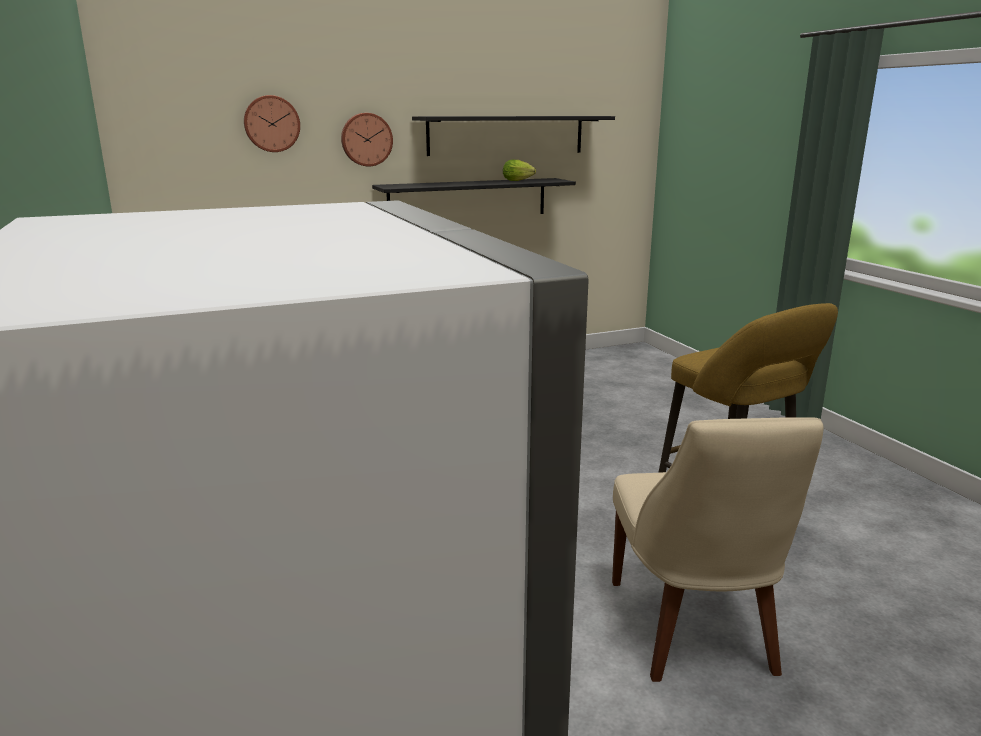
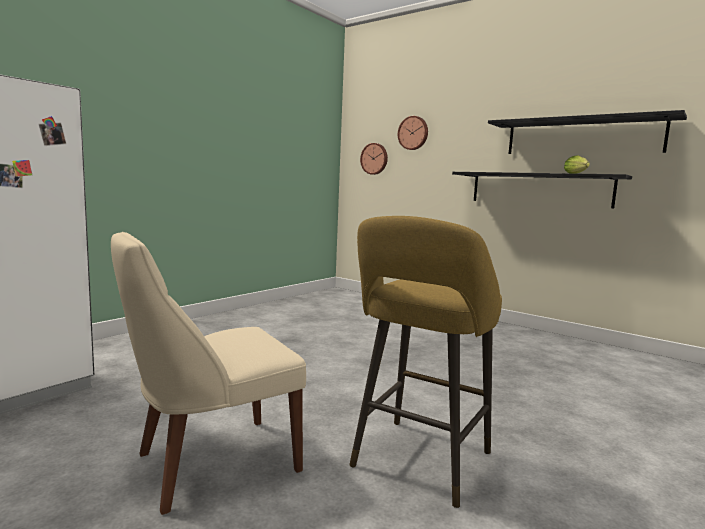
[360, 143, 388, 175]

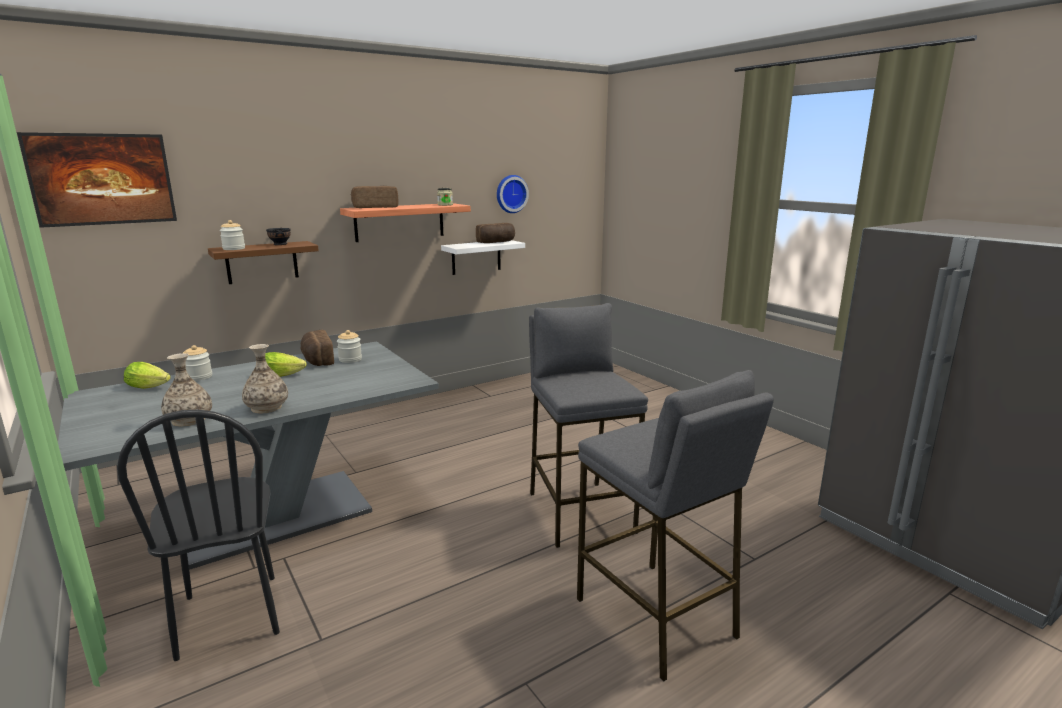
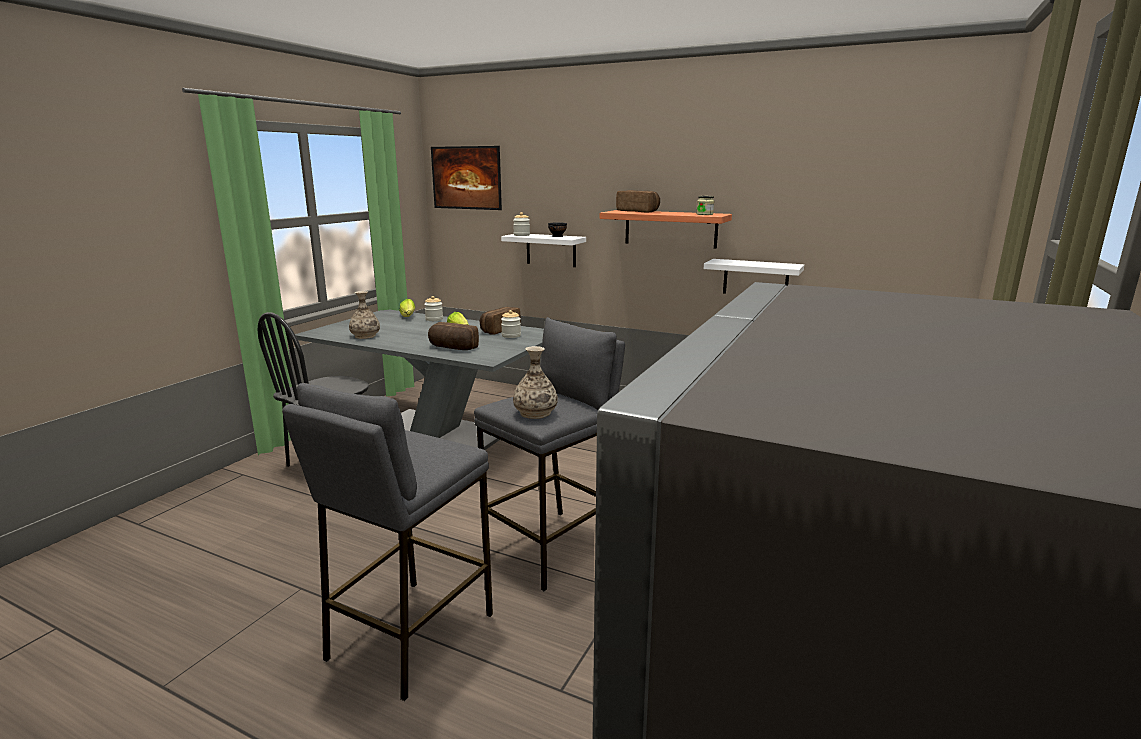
[497, 175, 529, 213] (first image)
[428, 322, 479, 350]
[501, 234, 586, 267]
[513, 346, 558, 419]

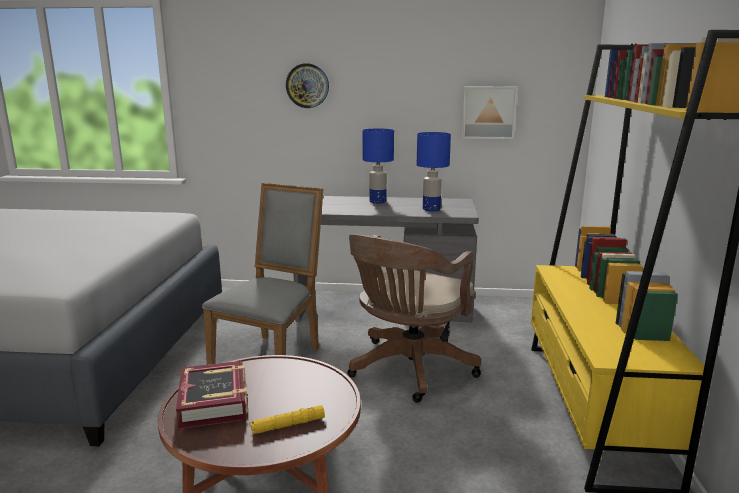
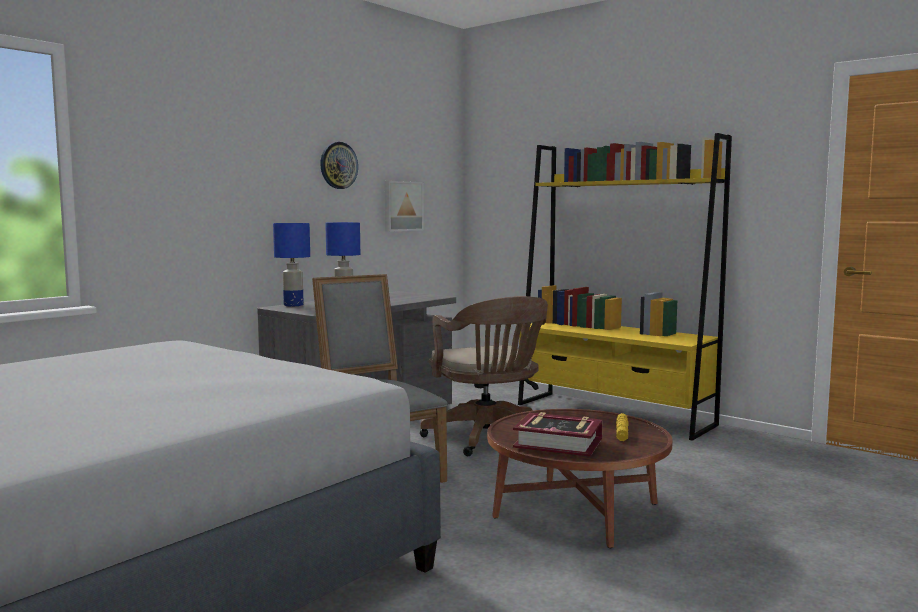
[320, 142, 358, 189]
[273, 223, 310, 307]

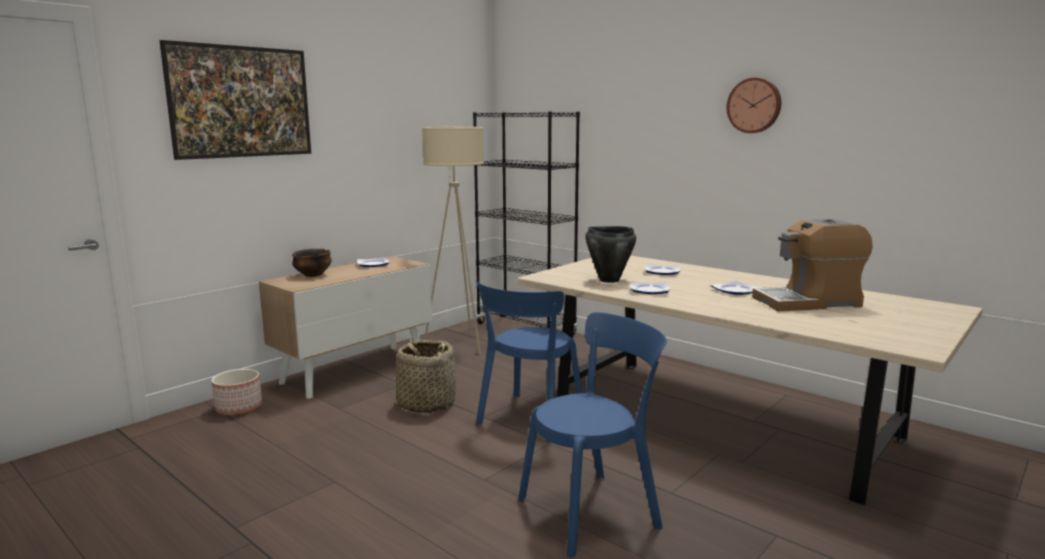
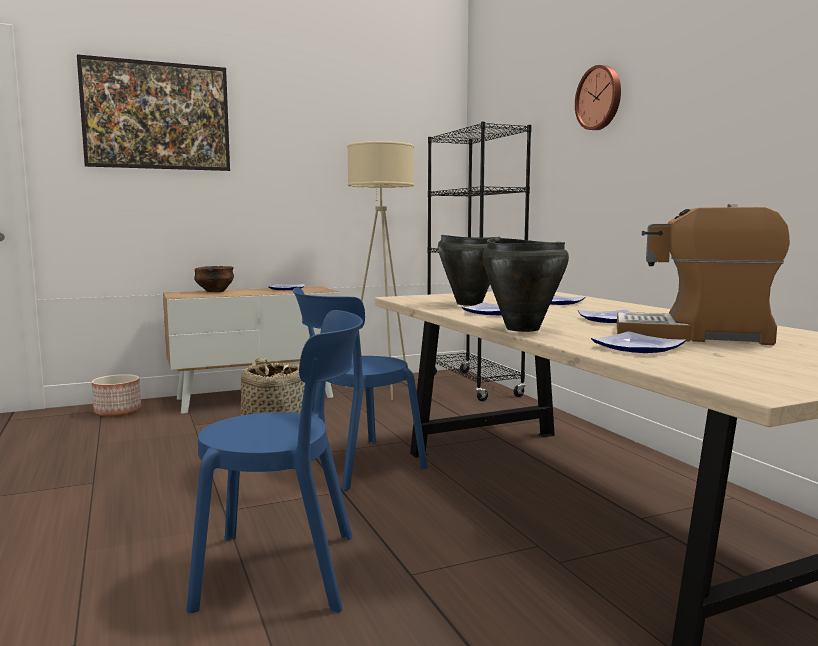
[575, 65, 621, 130]
[482, 238, 569, 332]
[591, 331, 686, 353]

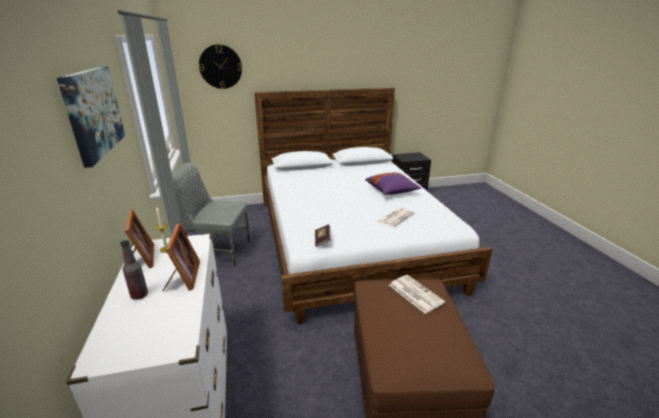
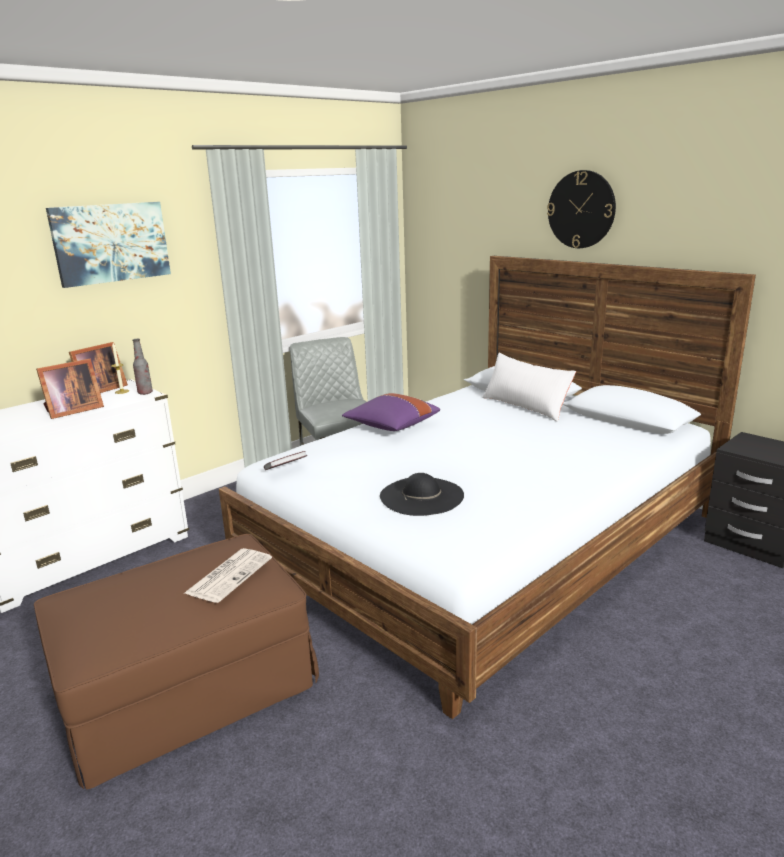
[547, 170, 616, 248]
[342, 393, 440, 431]
[380, 473, 464, 516]
[132, 339, 153, 395]
[482, 353, 576, 422]

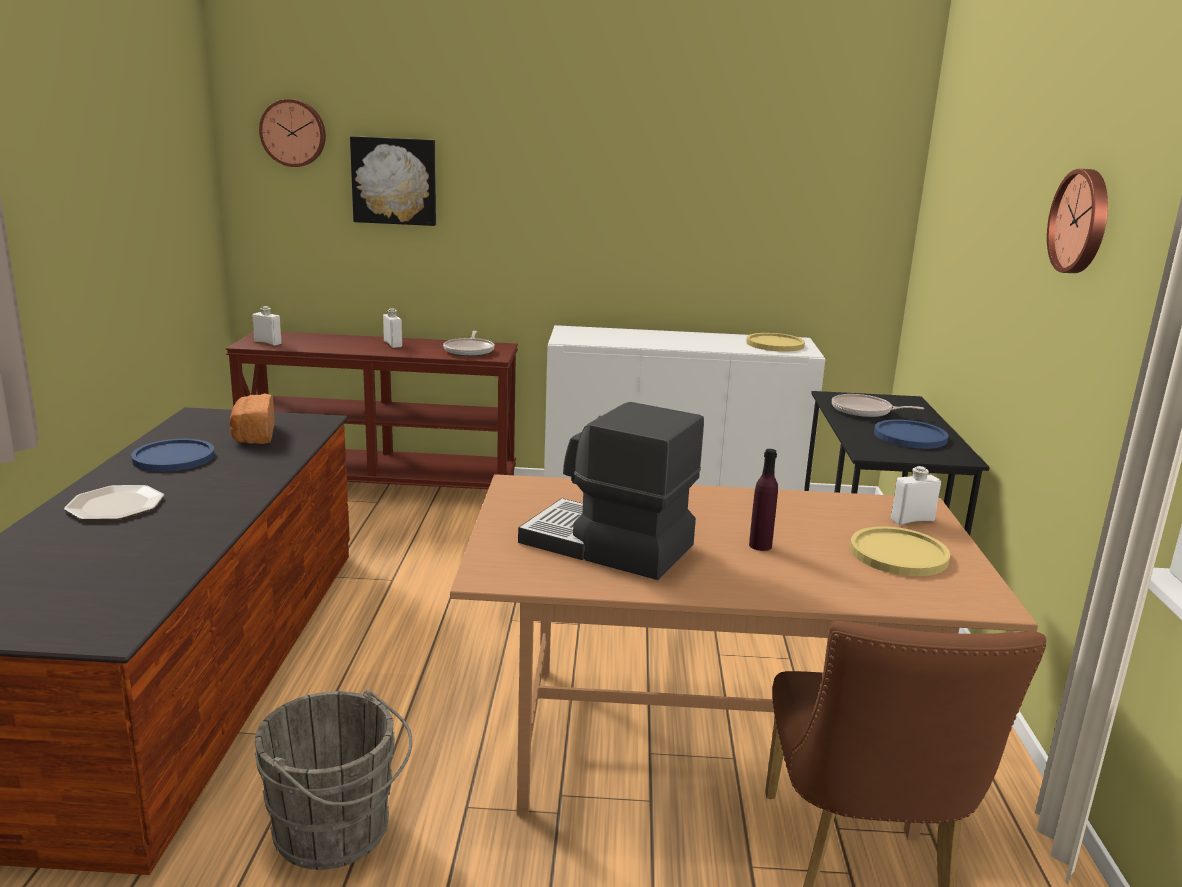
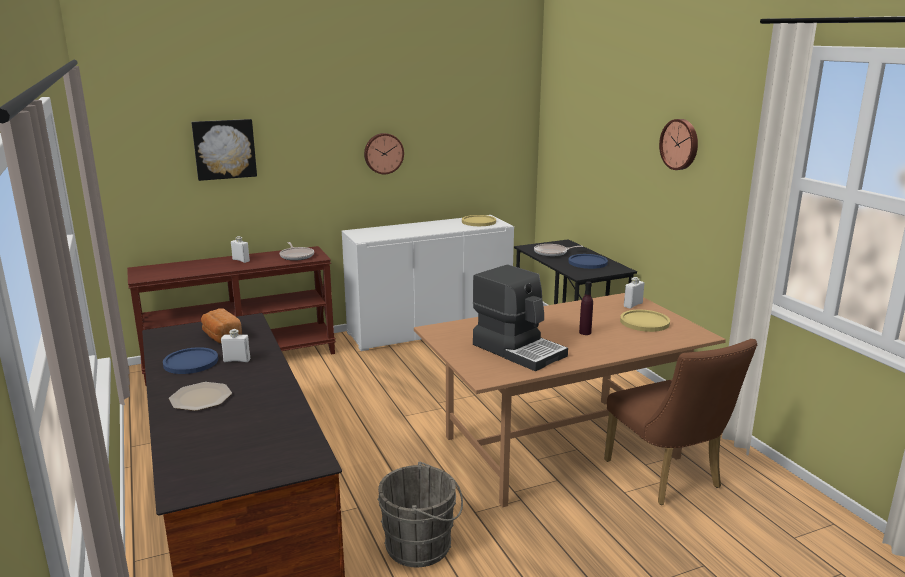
[364, 133, 404, 174]
[221, 329, 250, 362]
[473, 265, 568, 371]

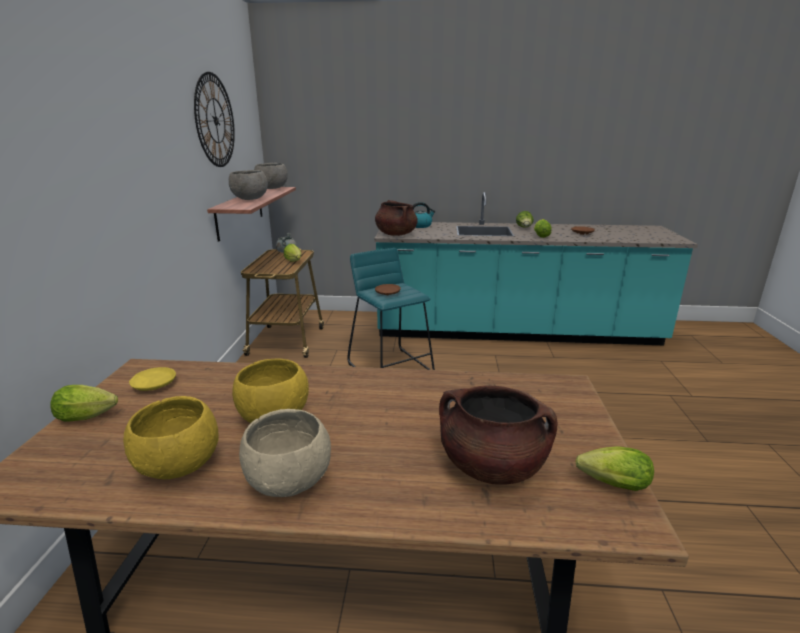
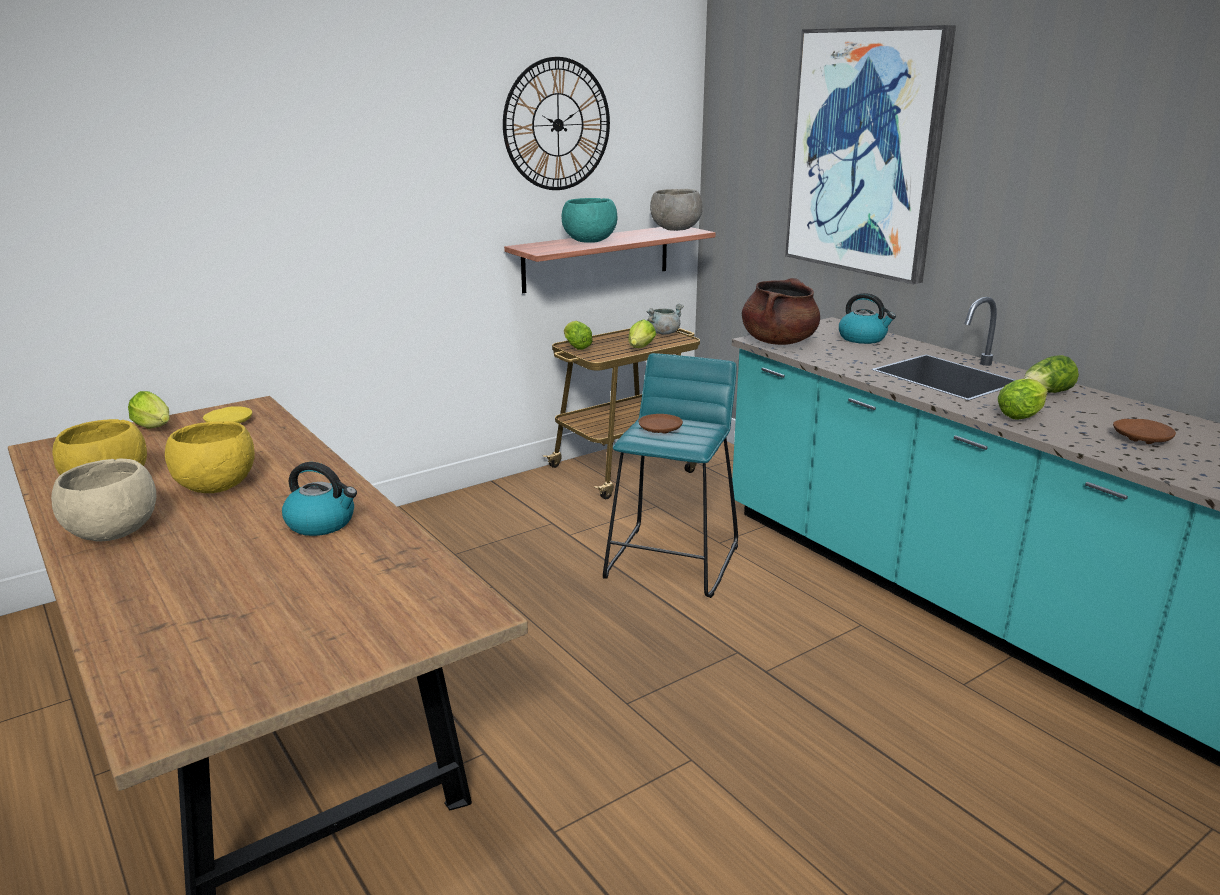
[562, 198, 617, 242]
[439, 386, 558, 485] (first image)
[564, 321, 593, 350]
[785, 25, 956, 284]
[282, 462, 357, 536]

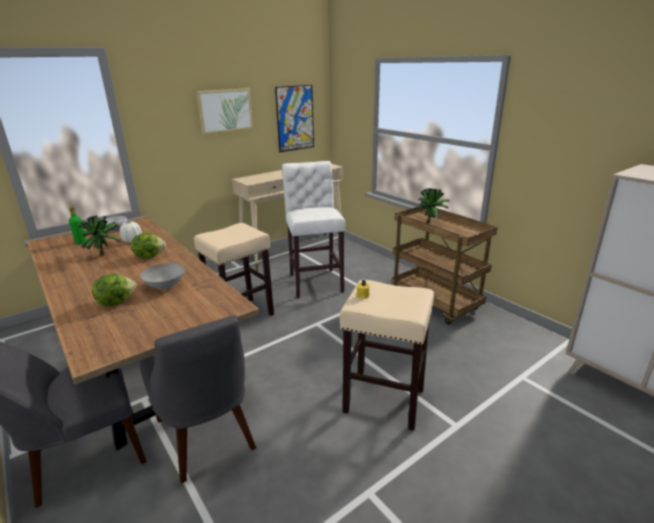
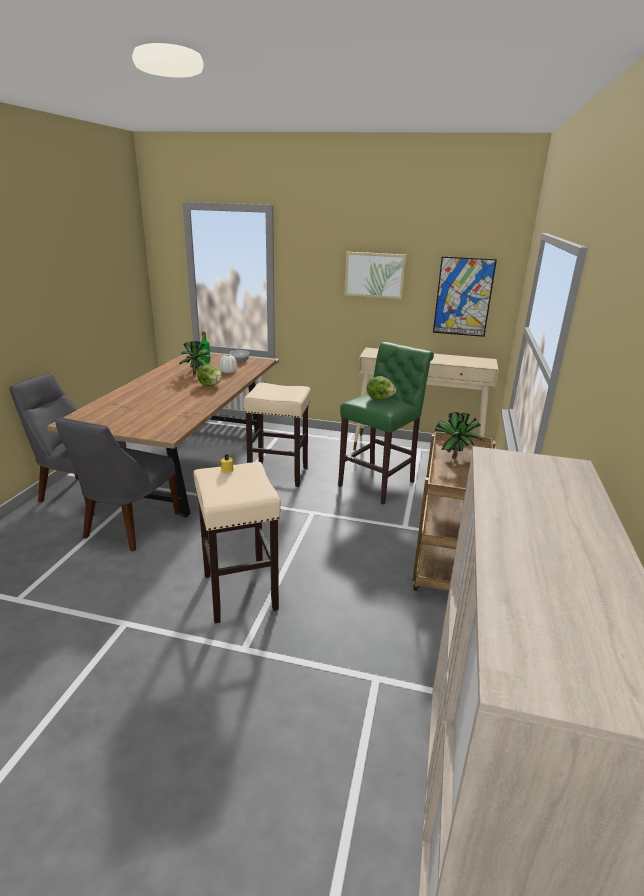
[338, 342, 434, 505]
[140, 263, 185, 289] (first image)
[367, 376, 396, 400]

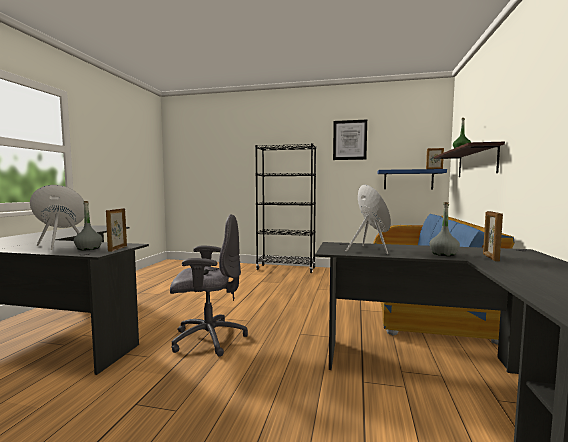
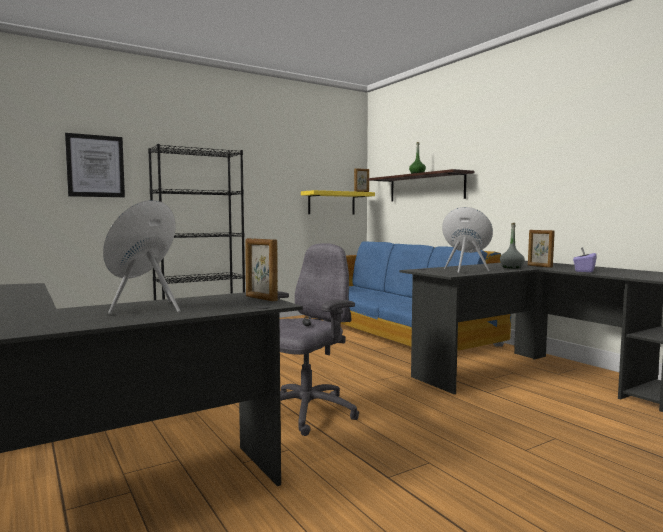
[65, 133, 125, 197]
[301, 190, 375, 214]
[74, 201, 103, 250] (first image)
[573, 247, 597, 272]

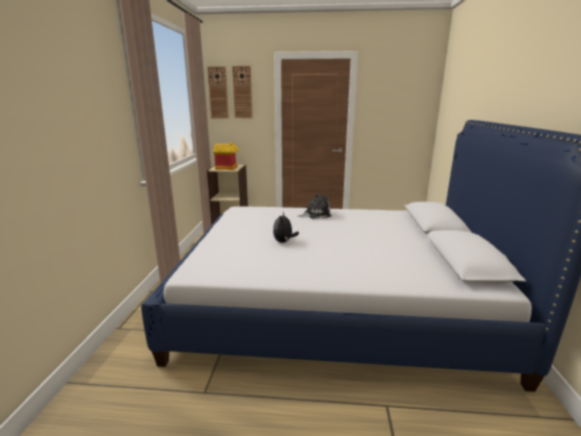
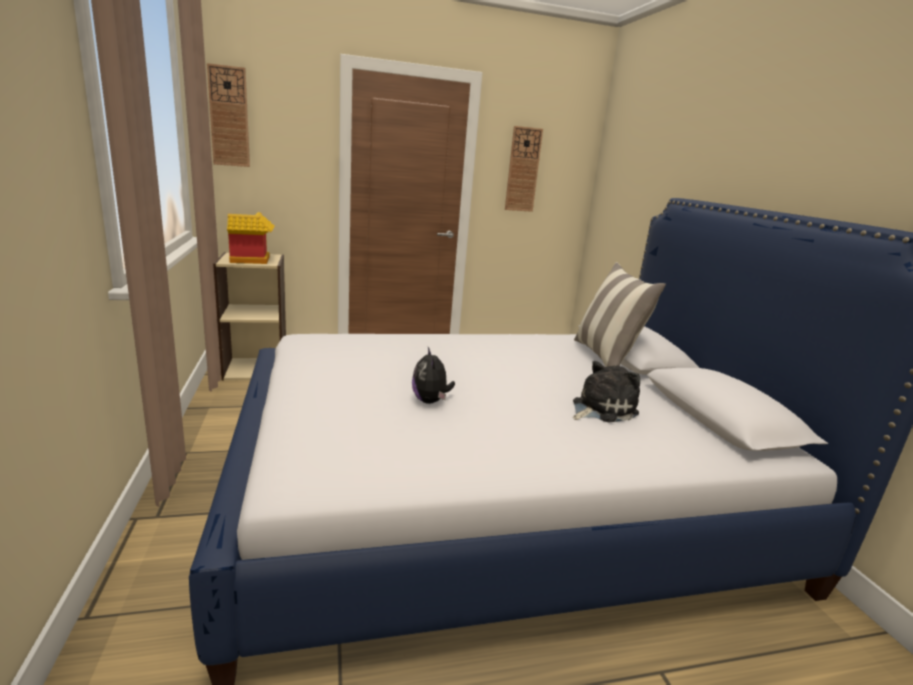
[505, 126, 543, 212]
[573, 361, 640, 422]
[574, 262, 666, 367]

